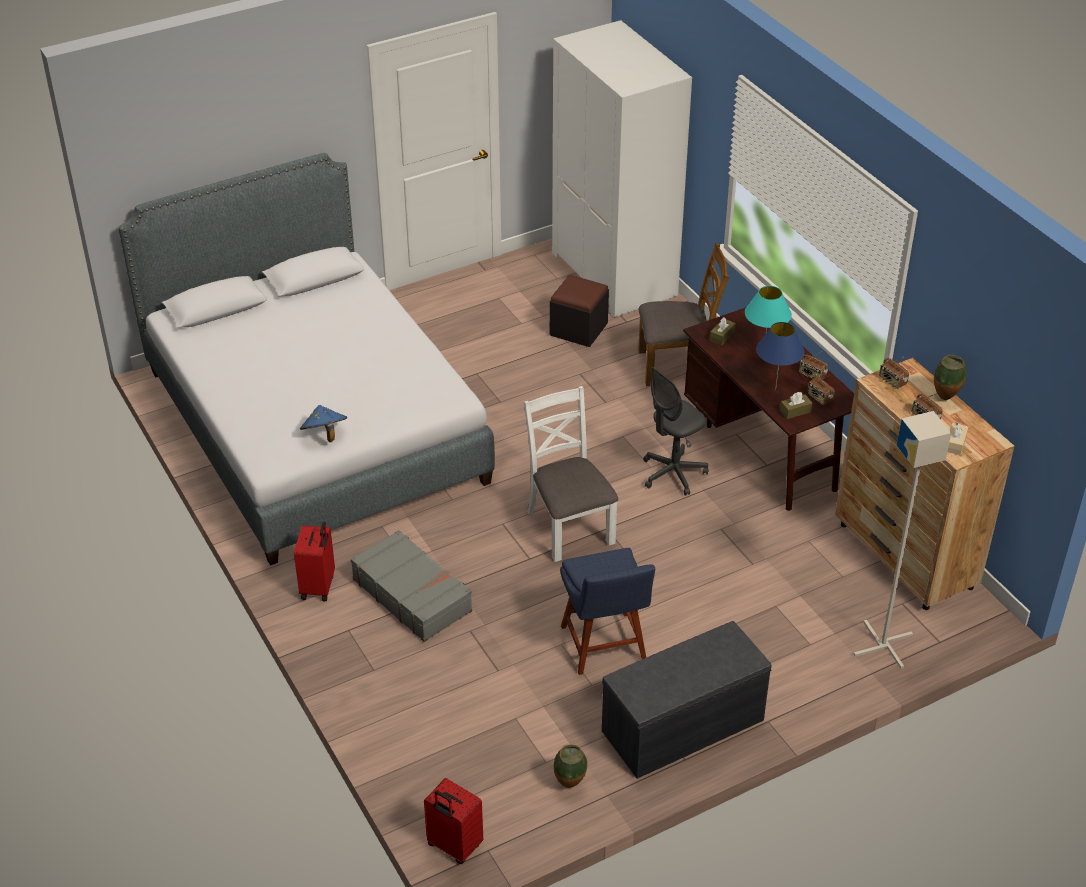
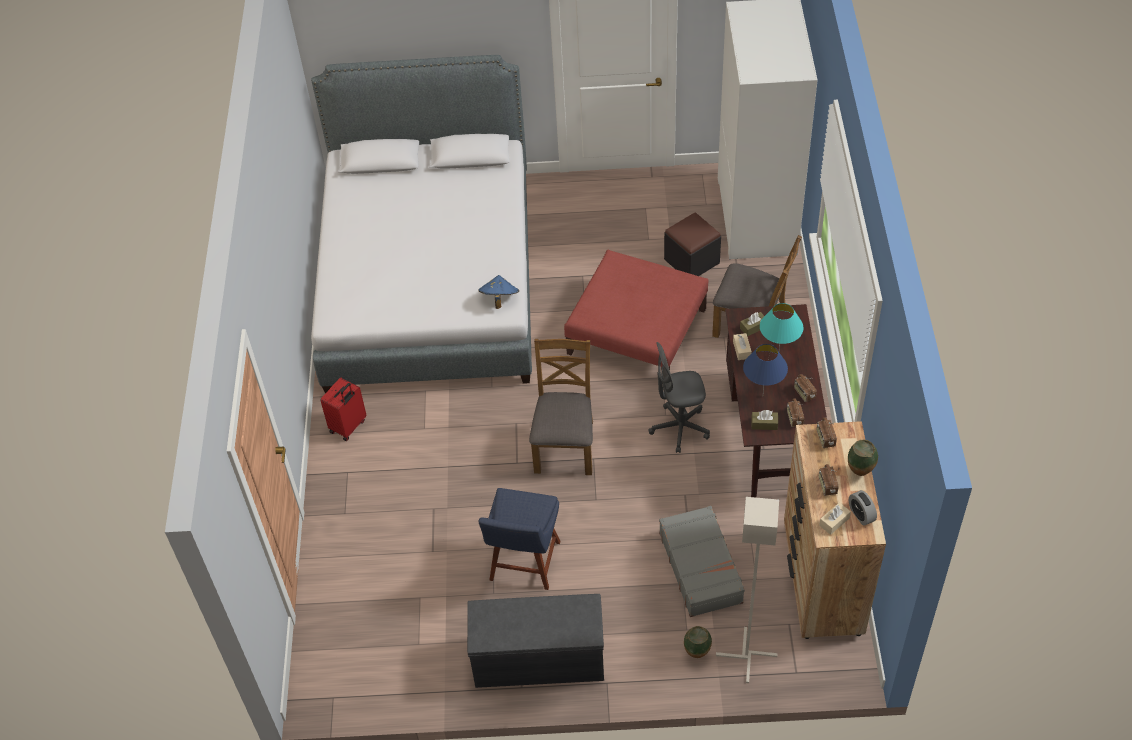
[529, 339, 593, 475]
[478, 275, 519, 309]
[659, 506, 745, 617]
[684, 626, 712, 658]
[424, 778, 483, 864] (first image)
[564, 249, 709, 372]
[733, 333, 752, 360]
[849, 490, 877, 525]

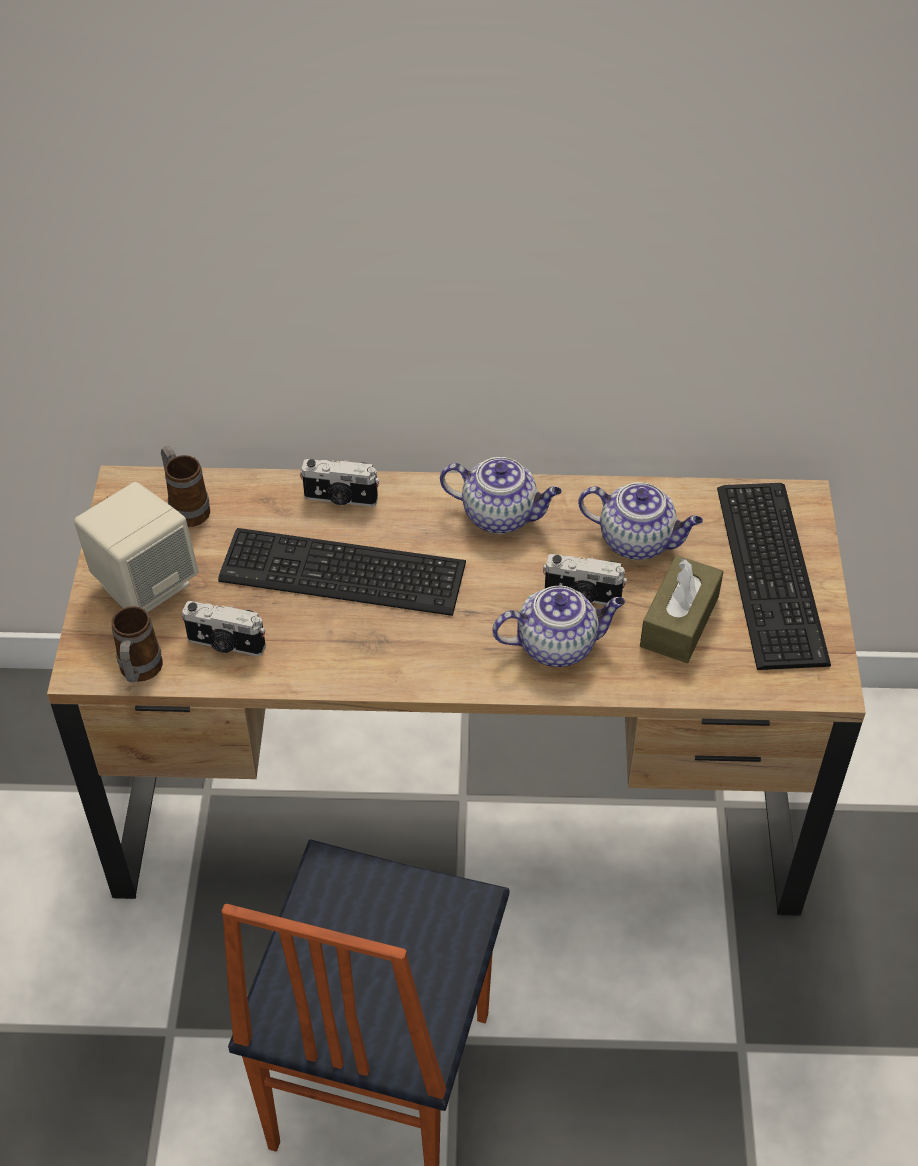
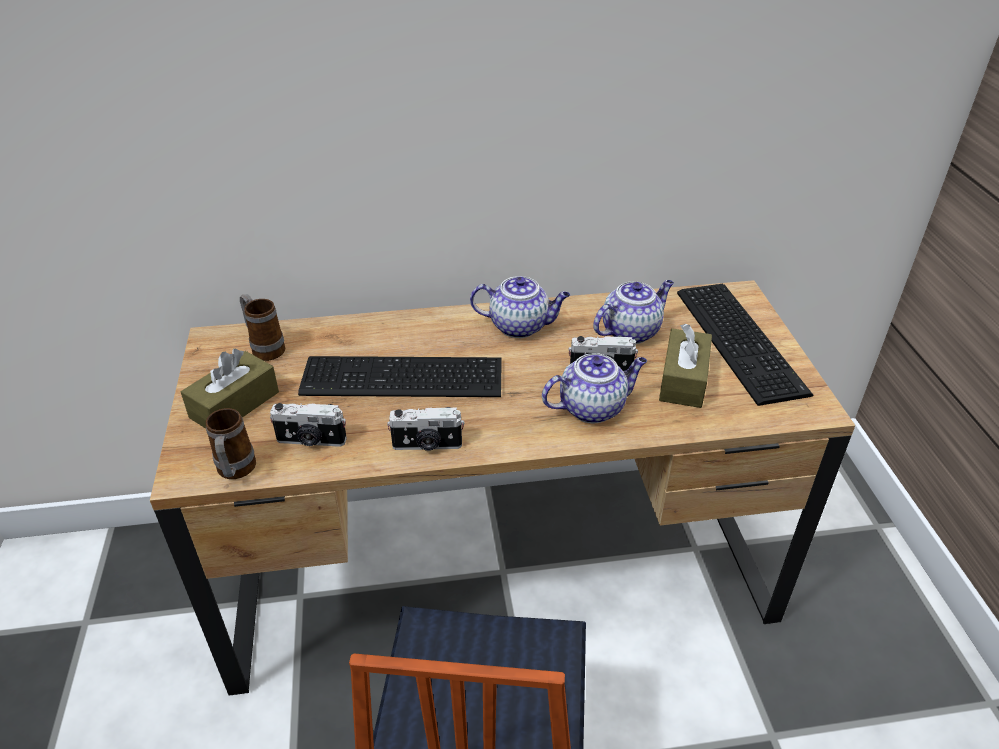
[387, 407, 464, 451]
[181, 348, 279, 429]
[593, 280, 674, 344]

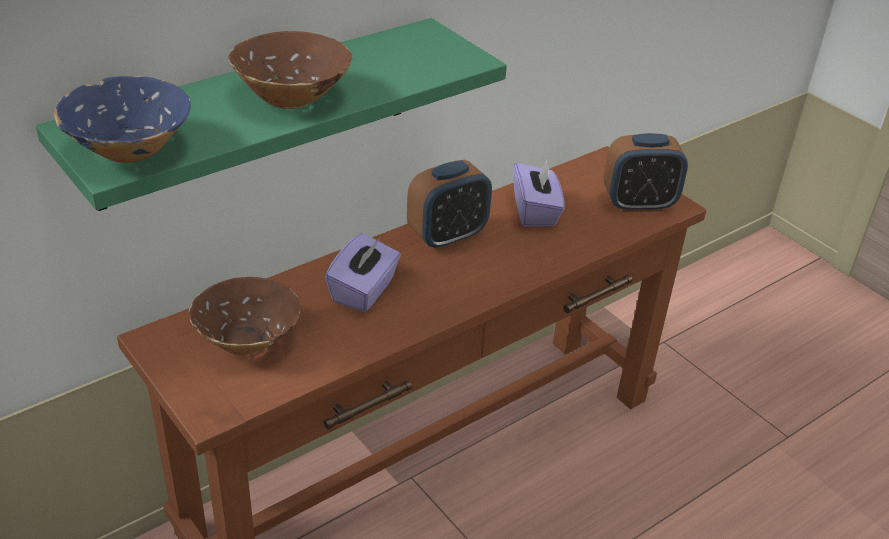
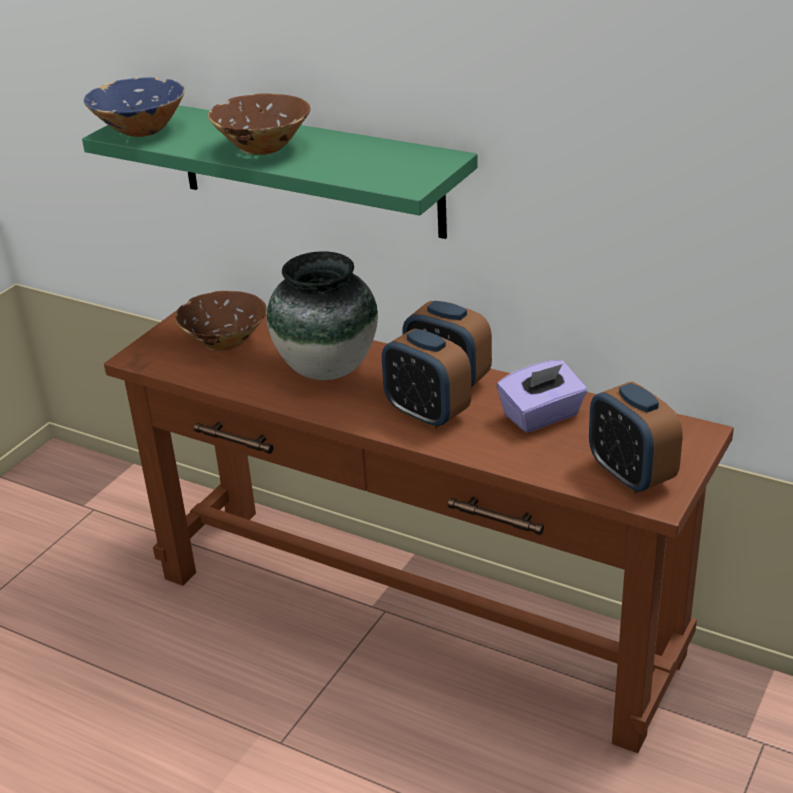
[267, 251, 378, 380]
[382, 328, 471, 429]

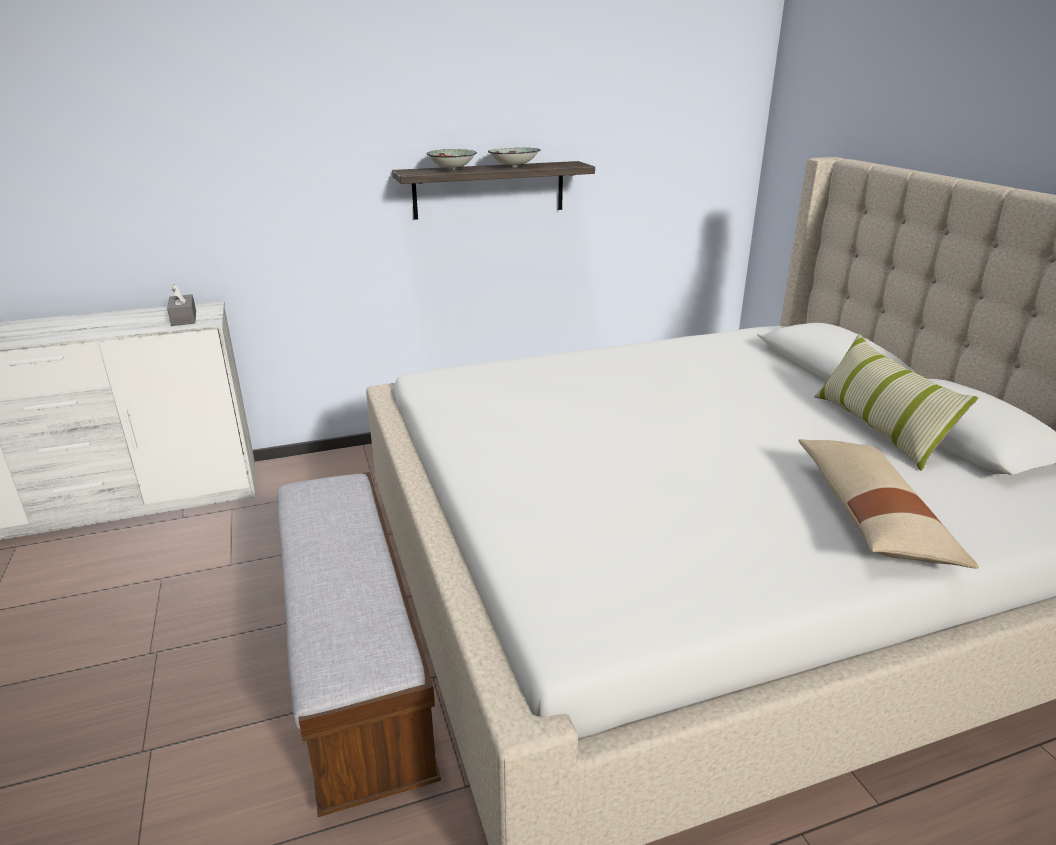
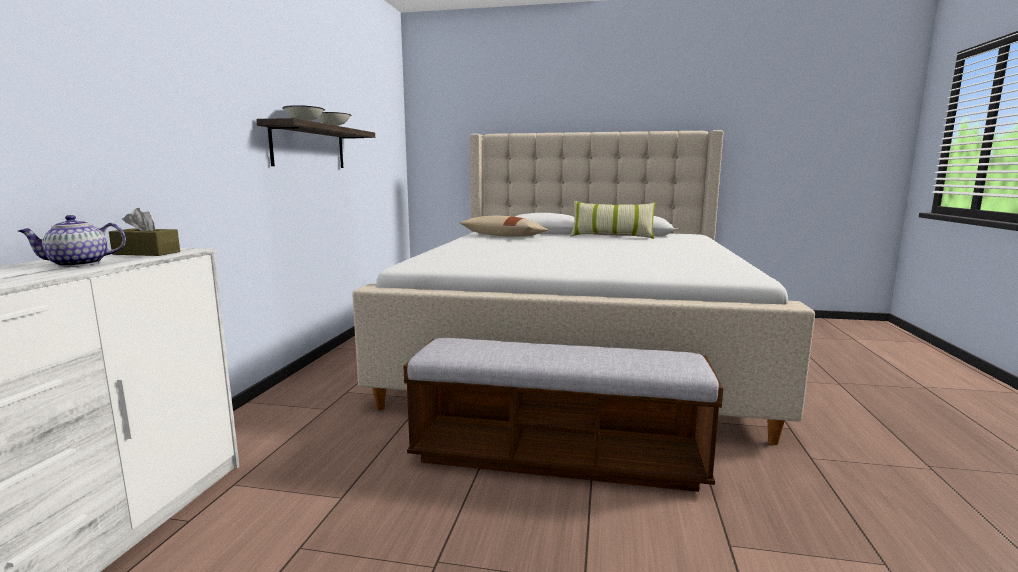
[109, 208, 180, 256]
[459, 215, 548, 237]
[18, 215, 126, 267]

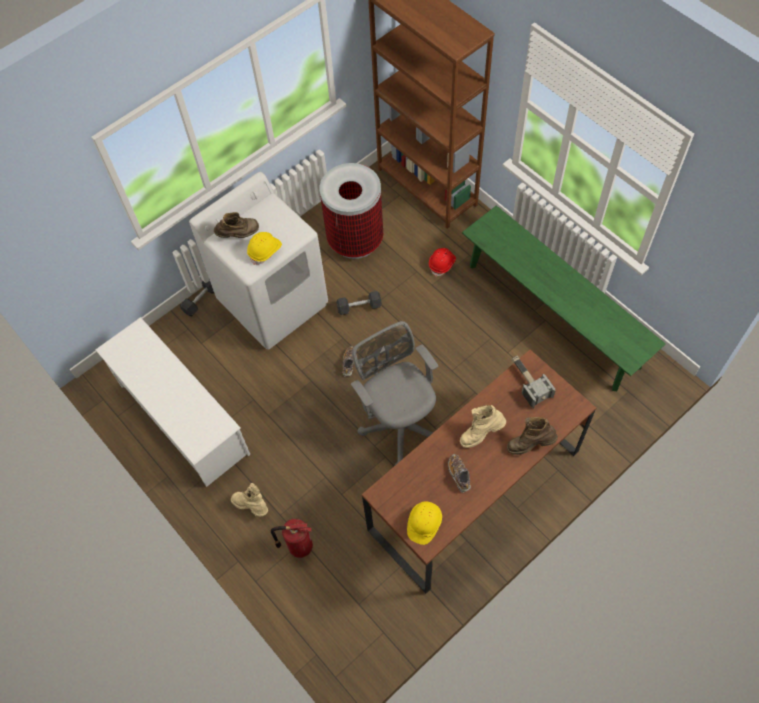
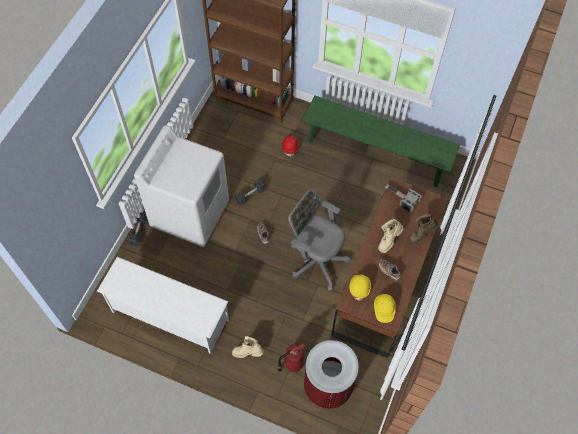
[304, 340, 359, 409]
[214, 212, 259, 238] (first image)
[349, 275, 371, 301]

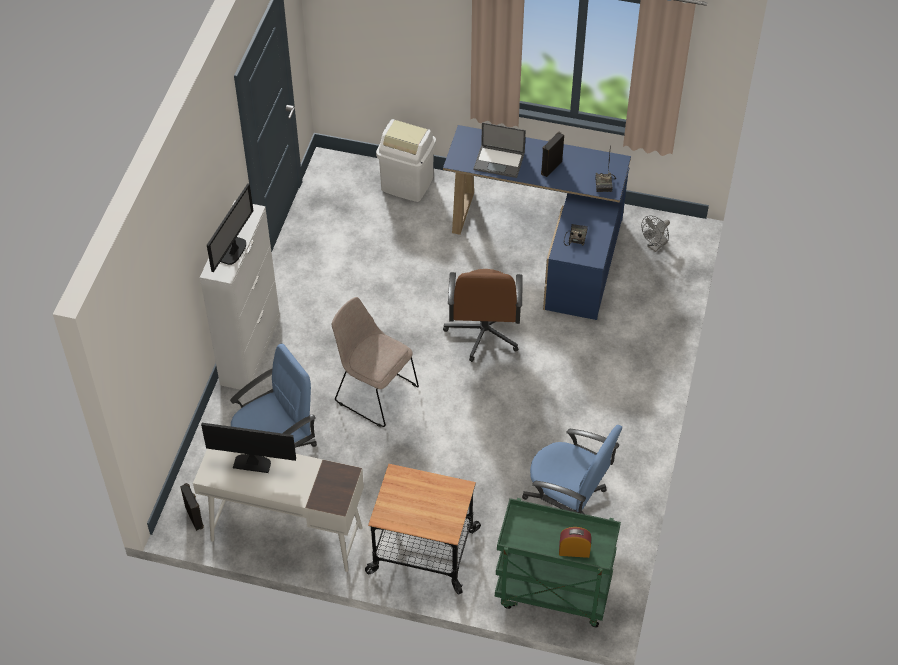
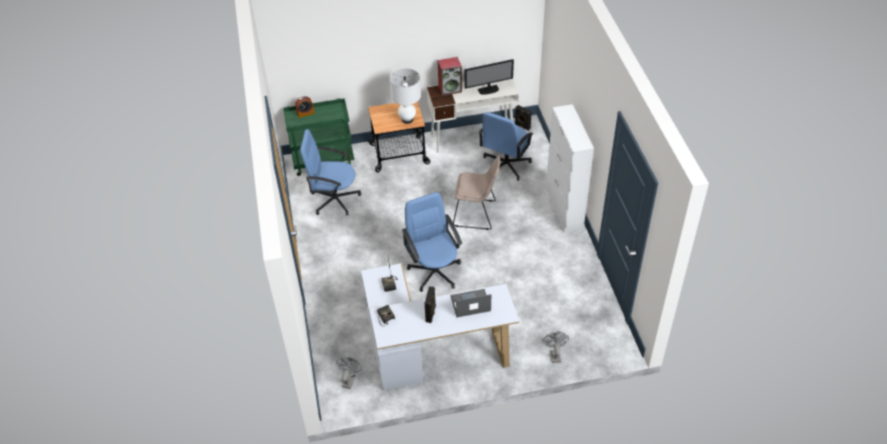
[543, 332, 569, 363]
[361, 263, 519, 390]
[207, 183, 253, 272] (first image)
[402, 192, 462, 292]
[438, 57, 462, 96]
[389, 68, 421, 124]

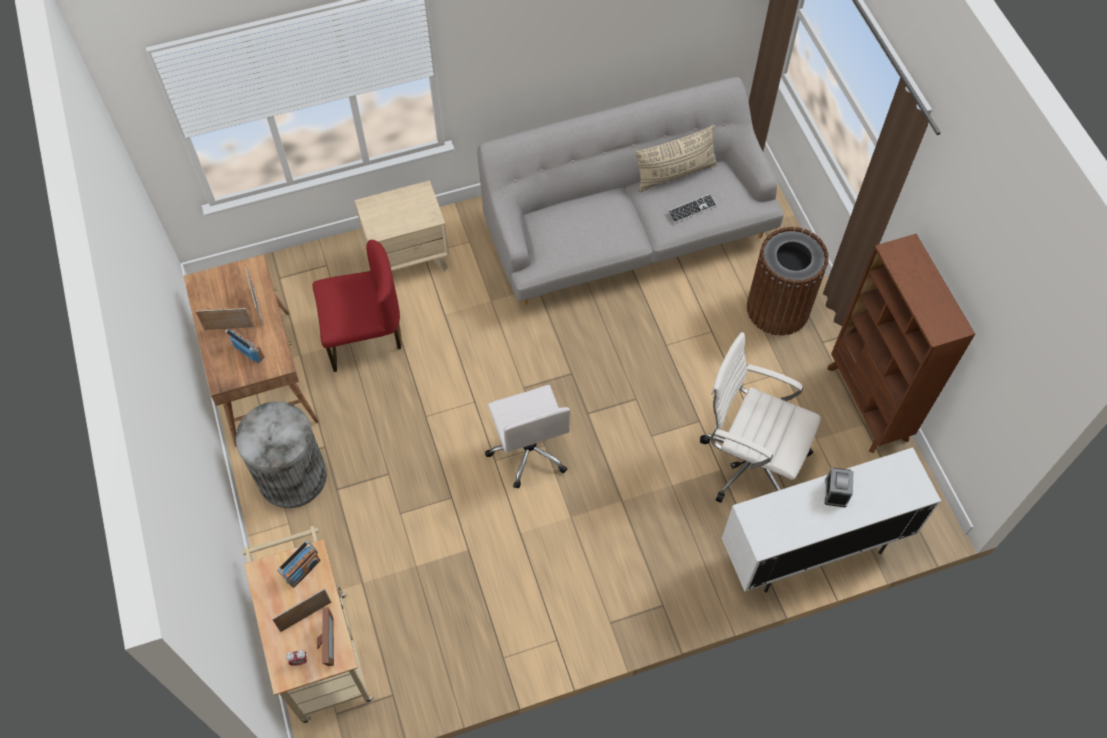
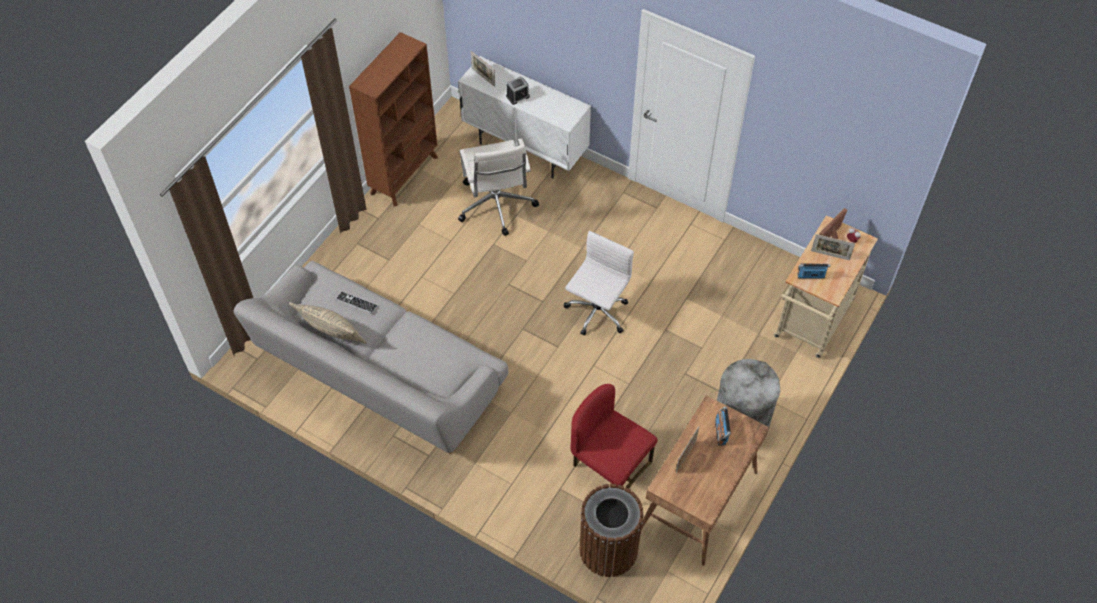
[355, 180, 449, 272] (first image)
[580, 484, 644, 577]
[471, 51, 495, 87]

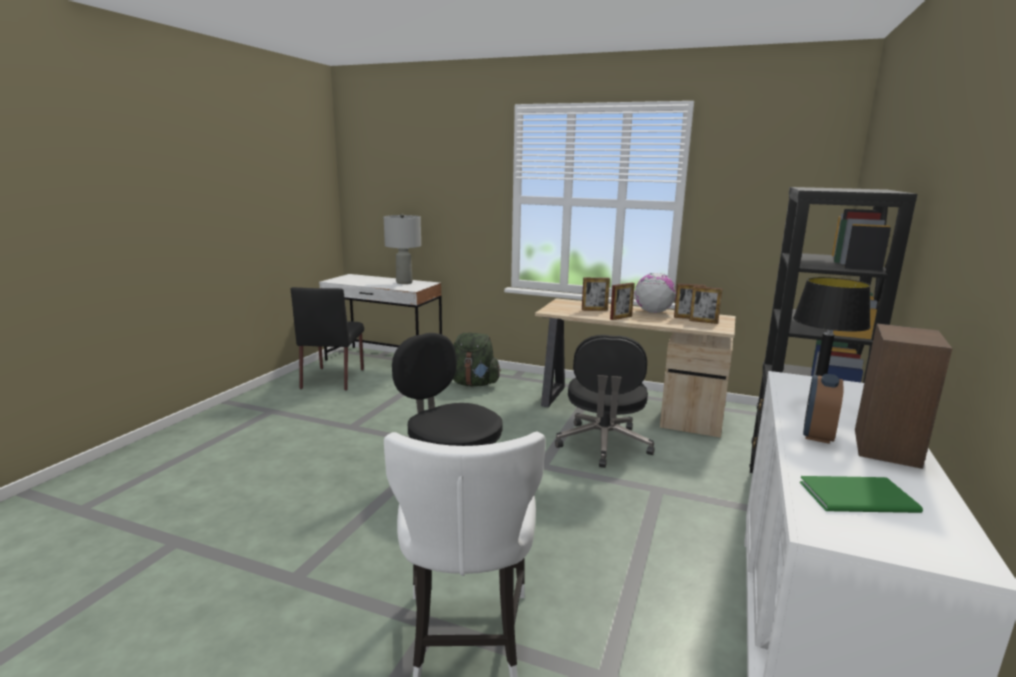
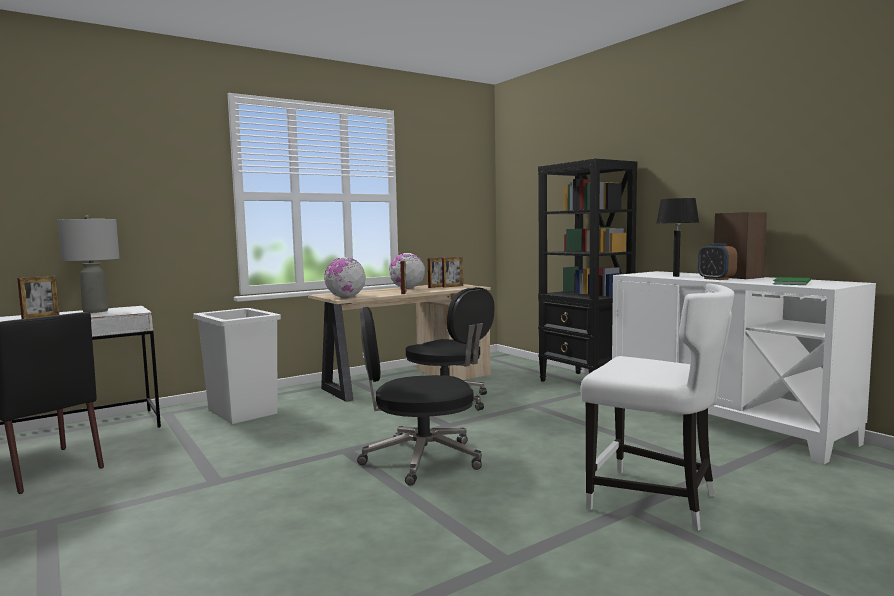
[17, 276, 59, 319]
[193, 308, 281, 424]
[324, 257, 366, 298]

